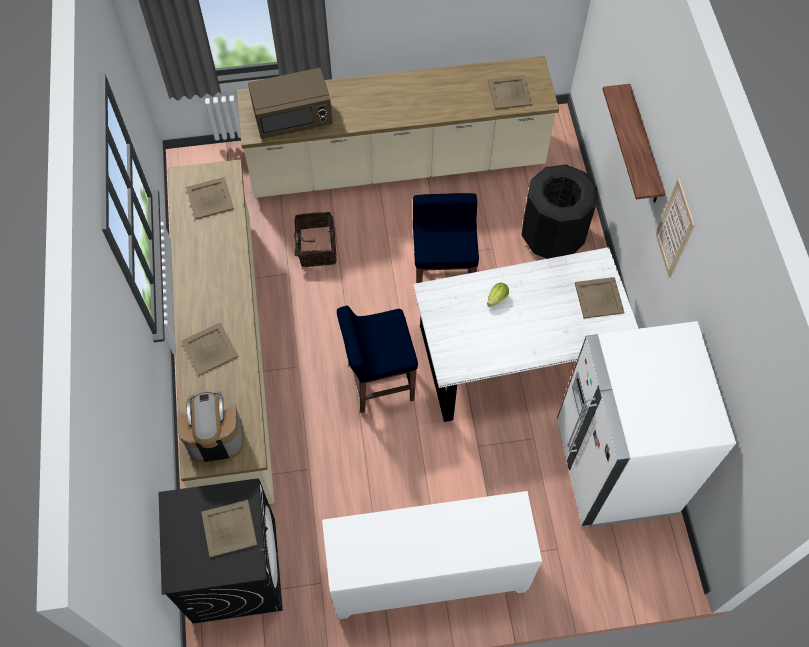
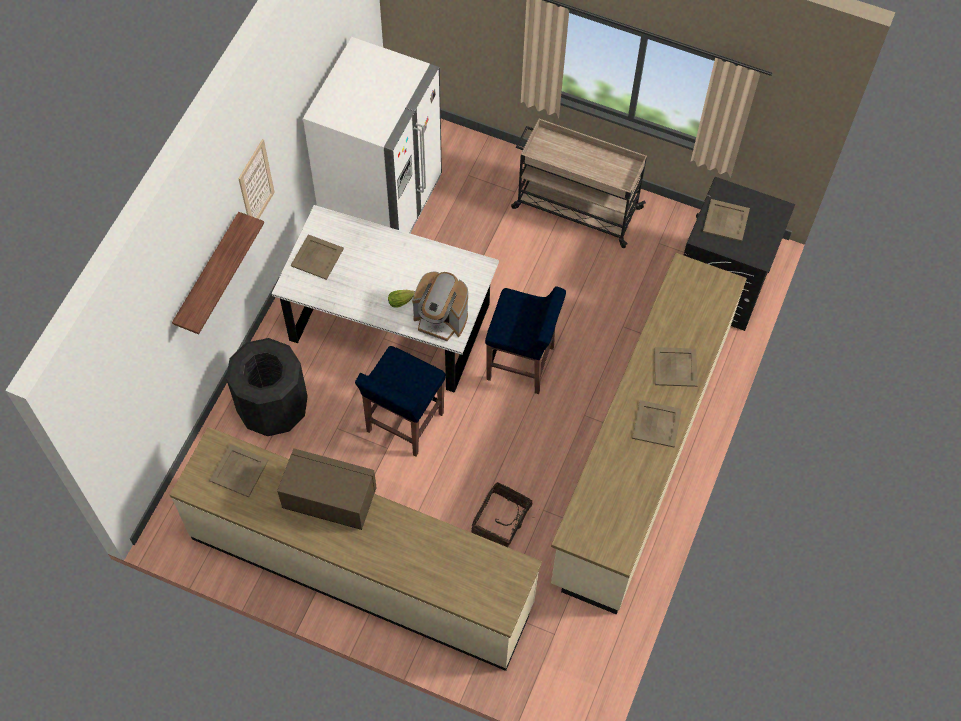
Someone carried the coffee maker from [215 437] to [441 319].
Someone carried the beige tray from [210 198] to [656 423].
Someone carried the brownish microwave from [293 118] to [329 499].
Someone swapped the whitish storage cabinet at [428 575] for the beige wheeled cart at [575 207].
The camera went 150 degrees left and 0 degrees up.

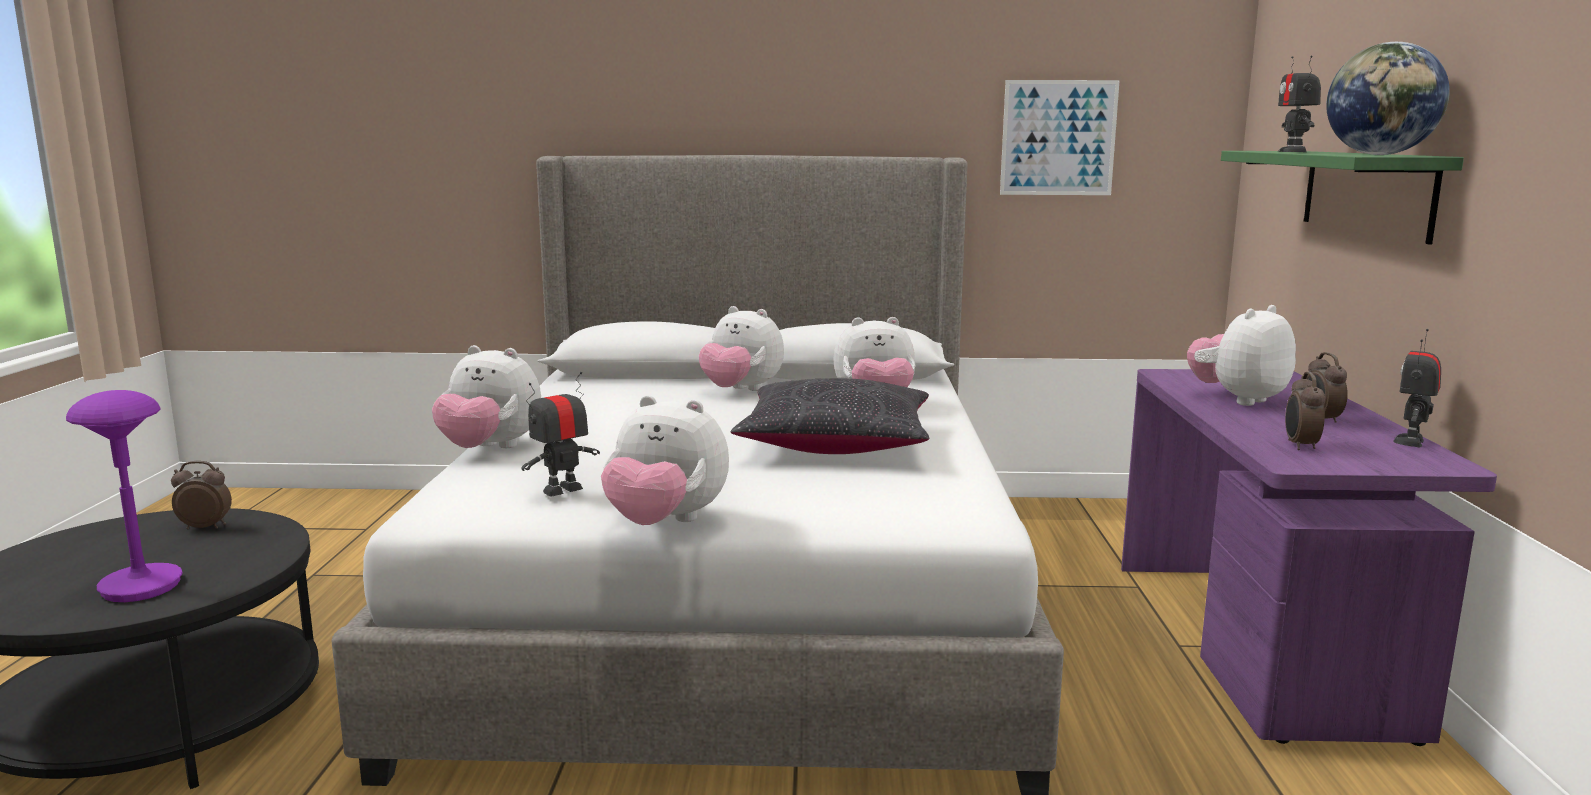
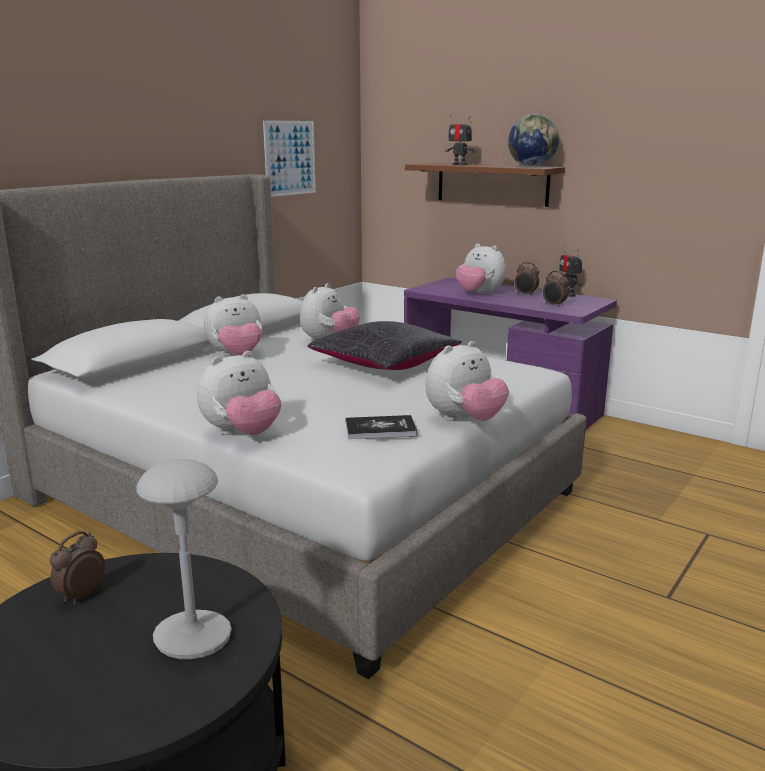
Someone repainted the purplish tabletop lamp at [140 586], which became the gray tabletop lamp at [192 638].
Someone swapped the robot figure at [562 490] for the bound book at [380 429].
Someone rotated the soft toy at [1238 399] by 45 degrees counterclockwise.
Someone repainted the green-coloured wall shelf at [1366 192], which became the brownish wall shelf at [492 184].
The camera went 55 degrees left and 5 degrees up.

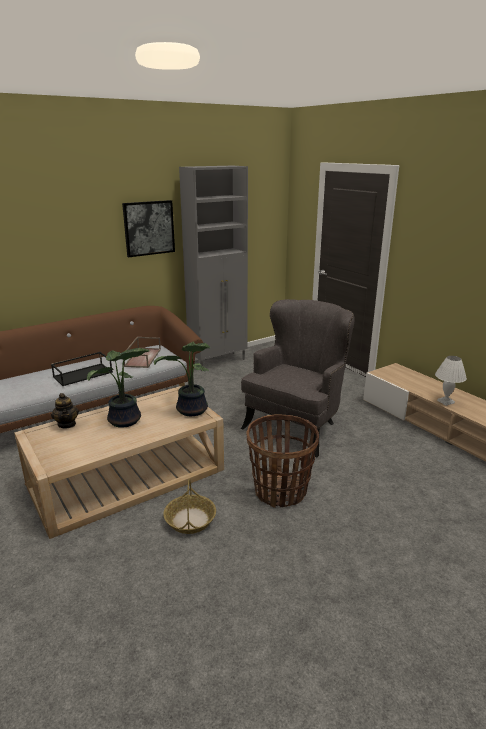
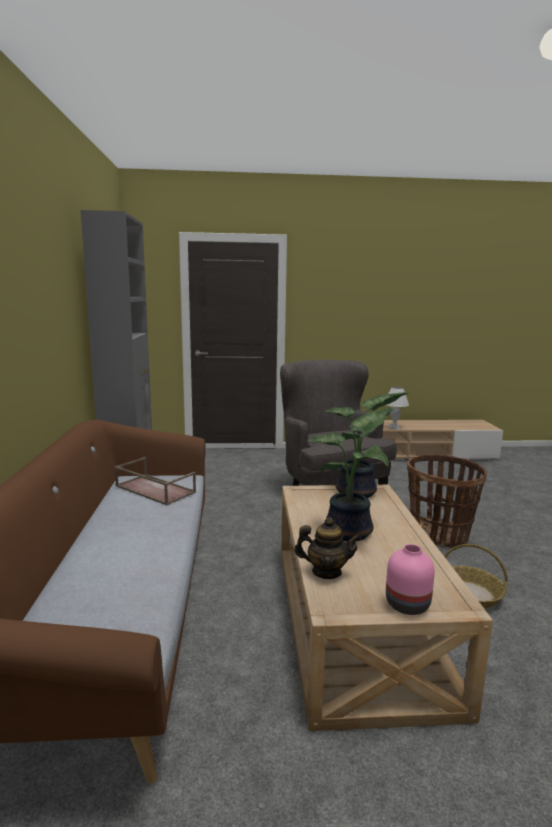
Someone took away the black tray at [83 374].
Someone took away the wall picture at [149 228].
Someone put down the pink flower vase at [406 604].
The camera went 60 degrees left and 10 degrees down.

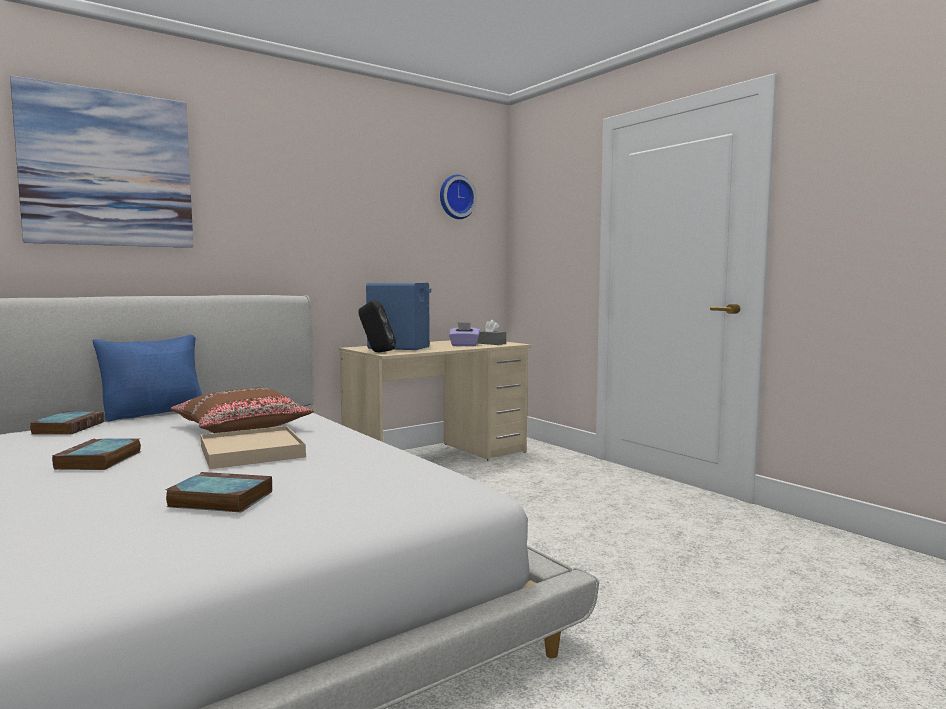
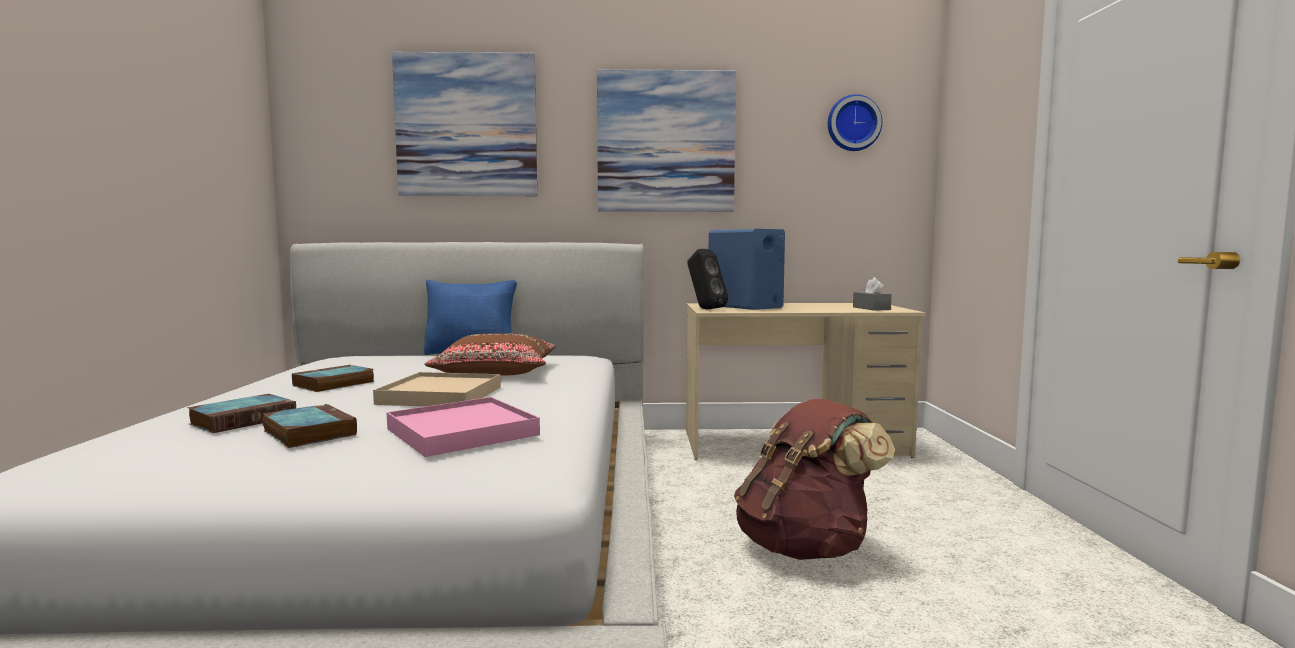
Someone carried the bound book from [69 427] to [245 419].
Someone took away the purplish box of tissues at [464 345].
Someone put down the pink tray at [461 432].
Someone put up the wall picture at [666 142].
Someone put down the brownish backpack at [805 547].
The camera went 35 degrees right and 0 degrees up.

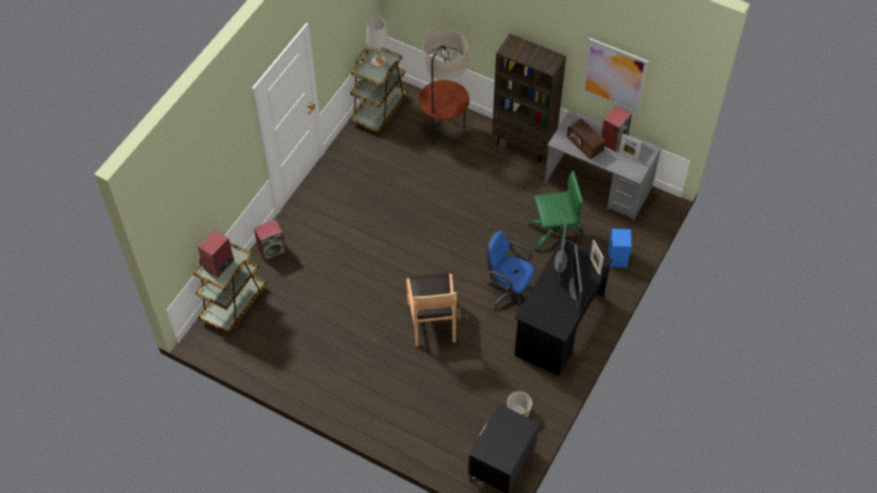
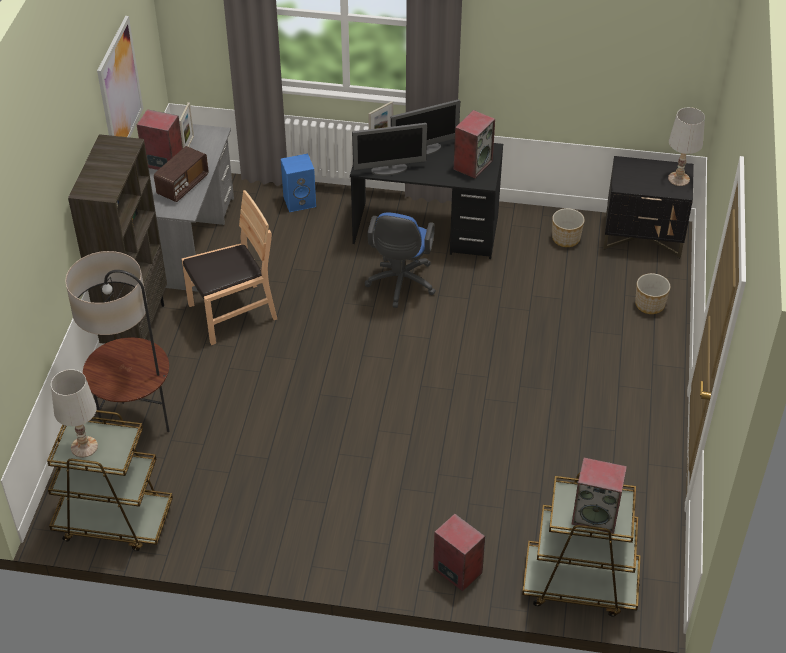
Someone carried the brownish chair from [432 321] to [232 313].
Someone took away the green-coloured computer chair at [554 234].
Someone put down the speaker at [472 164].
Someone put down the plant pot at [650 305].
Someone put down the whitish tabletop lamp at [678 179].
The camera went 110 degrees left and 10 degrees down.

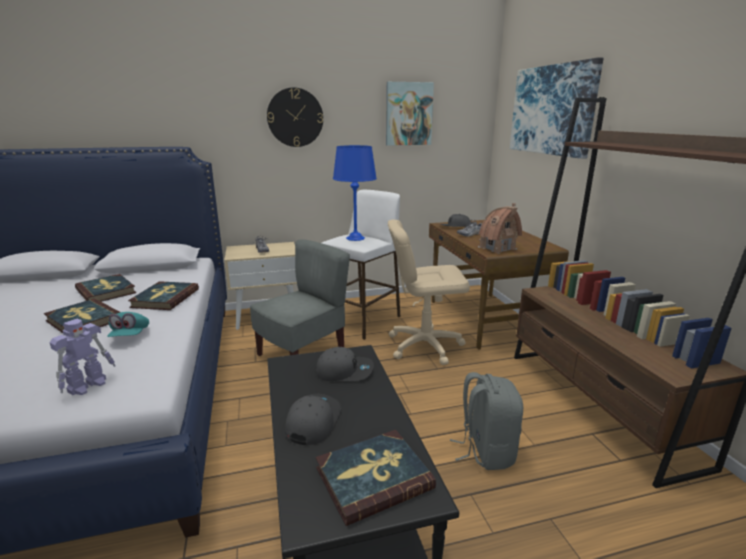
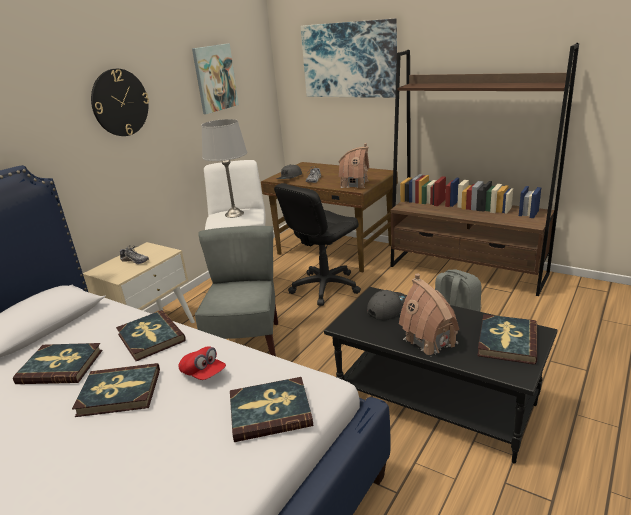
Someone swapped the robot figure at [89 385] for the bound book at [270 411].
Someone repainted the turquoise-coloured cap at [130 336], which became the red cap at [203 373].
Someone swapped the gray cap at [312 421] for the model house at [430 340].
Someone repainted the bluish tabletop lamp at [355 238], which became the gray tabletop lamp at [234 214].
Someone repainted the beige computer chair at [424 345], which became the black computer chair at [325 287].
The camera went 40 degrees left and 5 degrees up.

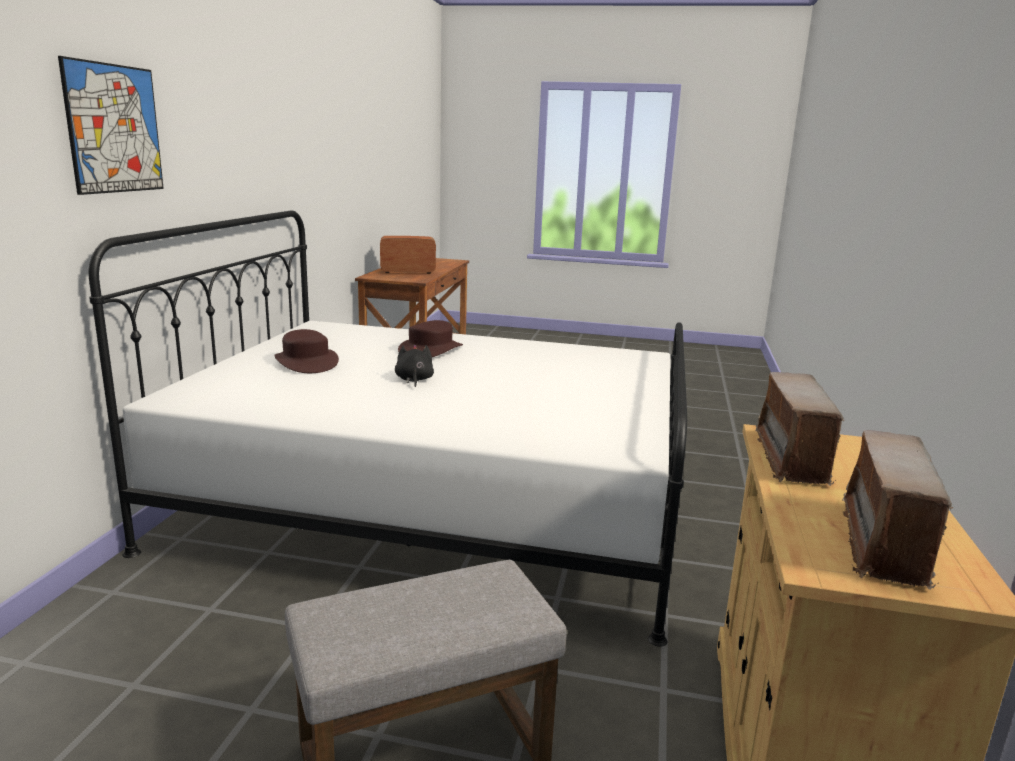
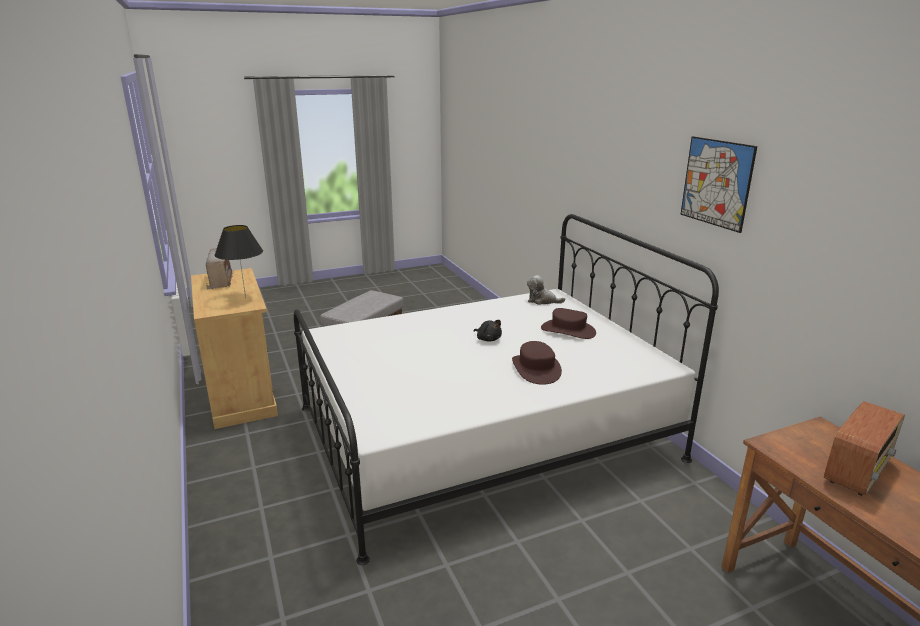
Someone carried the wall picture from [114 129] to [716 183].
Someone swapped the radio receiver at [791 458] for the black tabletop lamp at [245 297].
Someone put down the soft toy at [542 301].
The camera went 145 degrees right and 5 degrees up.

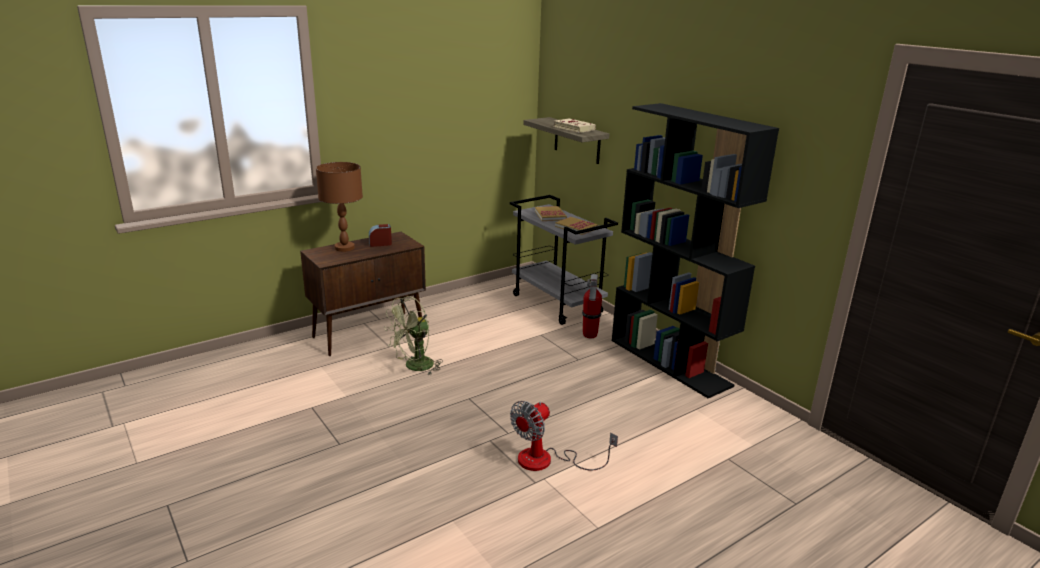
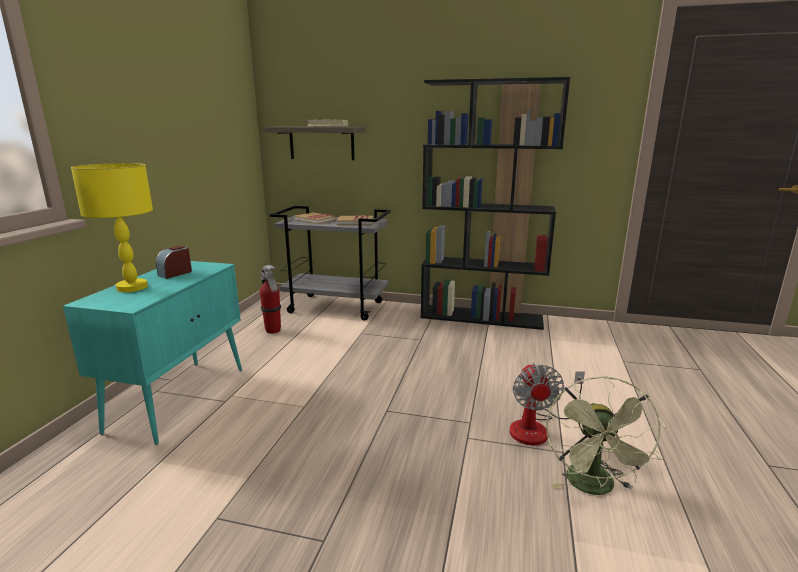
Someone repainted the brownish storage cabinet at [370 333], which became the turquoise-coloured storage cabinet at [180 398].
Someone repainted the brownish tabletop lamp at [345 248], which became the yellowish tabletop lamp at [132 287].
Someone carried the green-coloured fan from [414 367] to [594 488].
Someone carried the extinguisher from [589 335] to [273 331].
The camera went 40 degrees left and 5 degrees down.

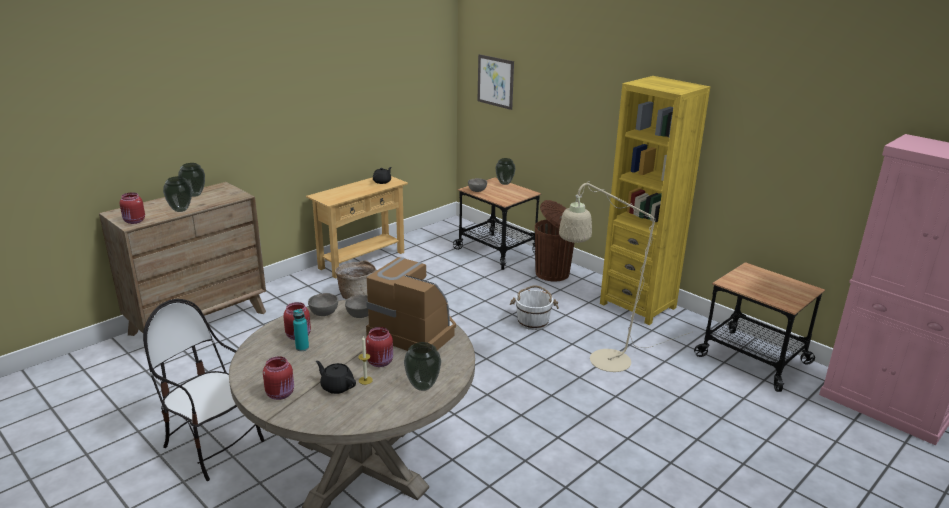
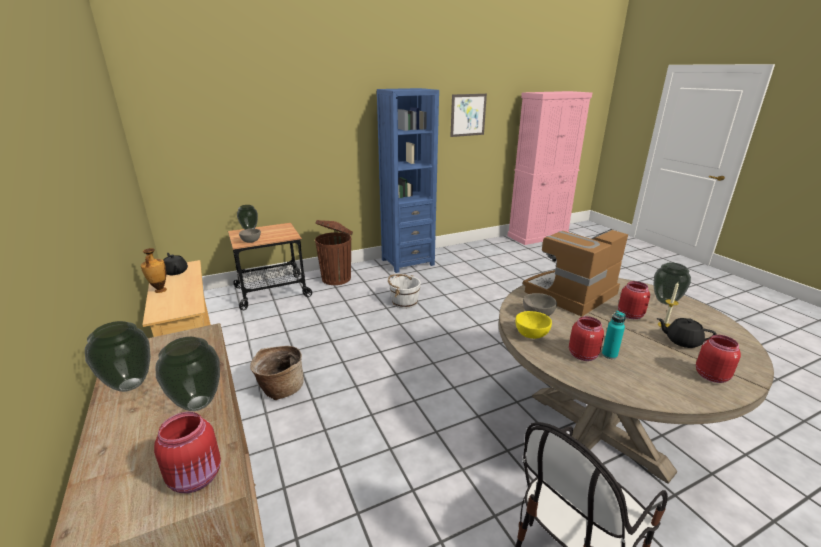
Someone repainted the gray bowl at [324 313], which became the yellowish bowl at [531 334].
Someone rotated the black teapot at [337 386] by 60 degrees clockwise.
Someone carried the wall picture from [495 81] to [468 115].
Someone took away the beige floor lamp at [601 363].
Someone repainted the yellowish bookcase at [638 305], which became the bluish bookcase at [407 262].
Someone took away the wheeled cart at [753 359].
Someone put down the flower vase at [160 290].
The camera went 70 degrees left and 0 degrees up.

